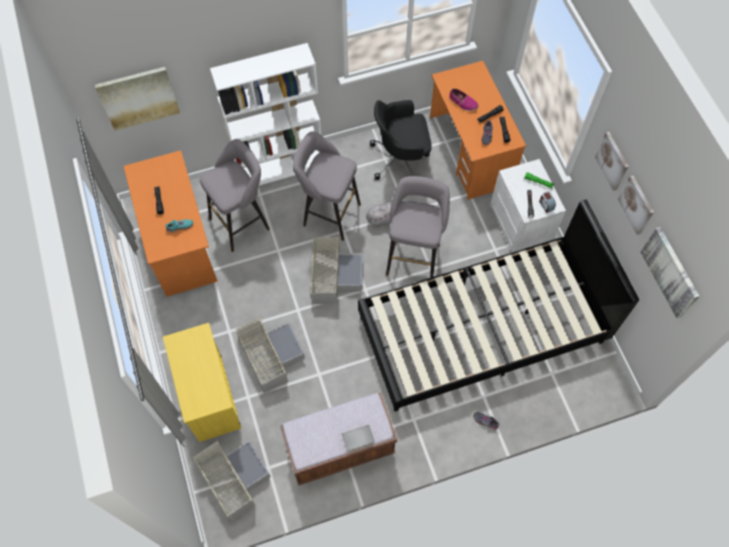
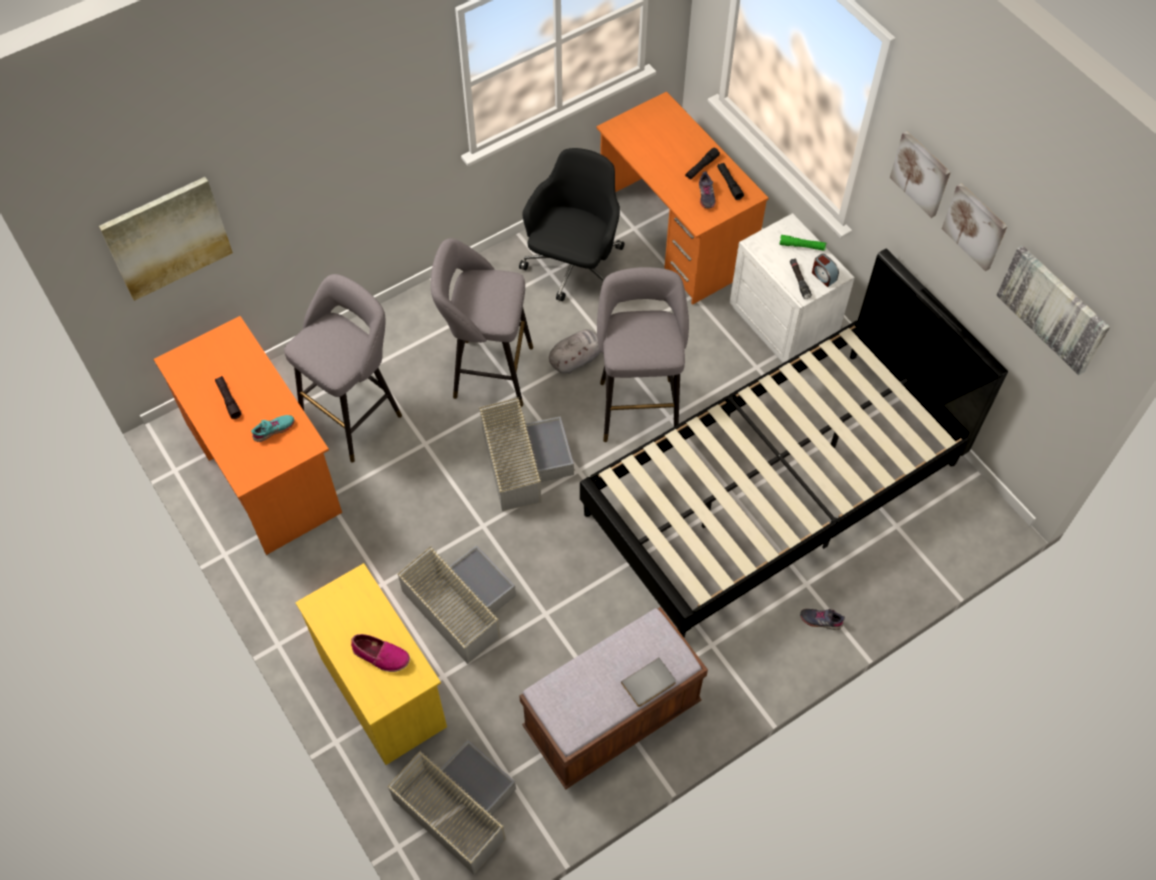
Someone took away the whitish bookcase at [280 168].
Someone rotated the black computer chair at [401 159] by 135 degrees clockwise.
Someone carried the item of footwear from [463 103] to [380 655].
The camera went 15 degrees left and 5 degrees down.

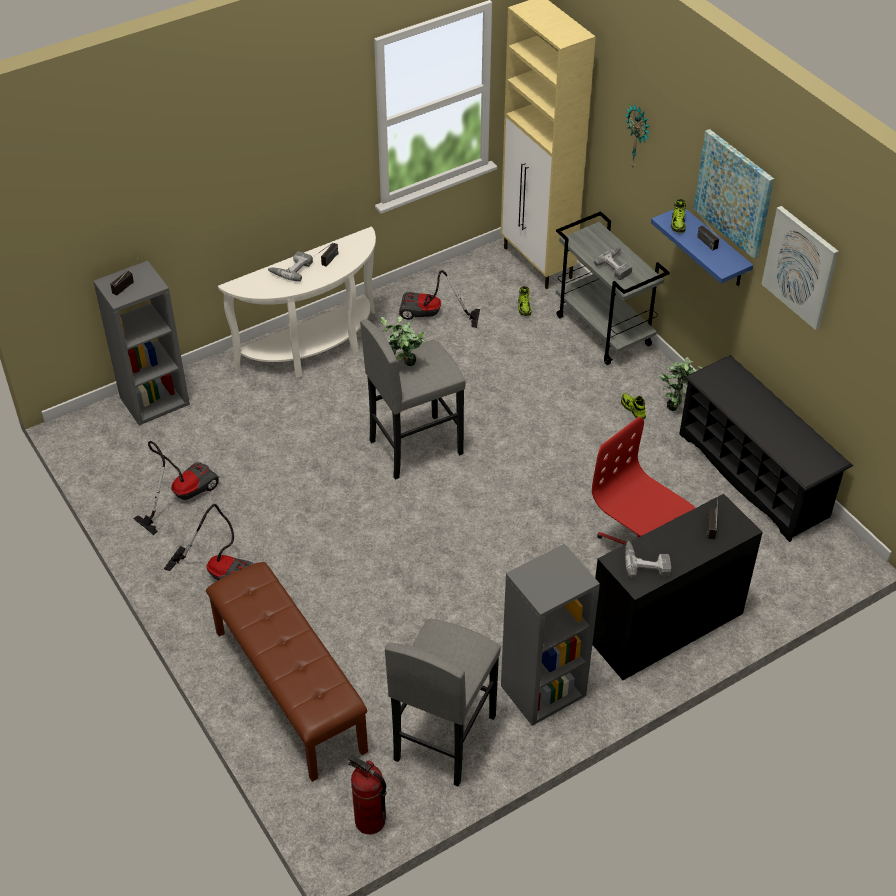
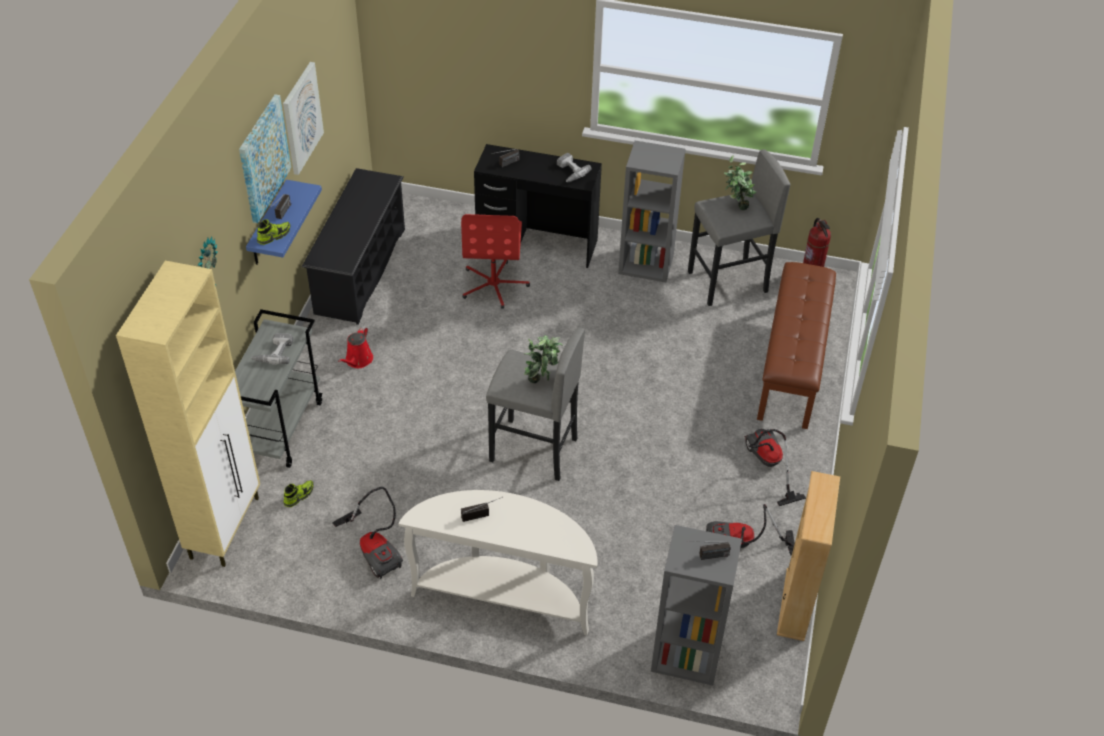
Someone took away the electric drill at [291 269].
Someone swapped the item of footwear at [633 409] for the red watering pot at [358 360].
Someone carried the plant in a pot from [676 405] to [736 207].
Someone put down the beige bookcase at [795 604].
The camera went 135 degrees left and 0 degrees up.

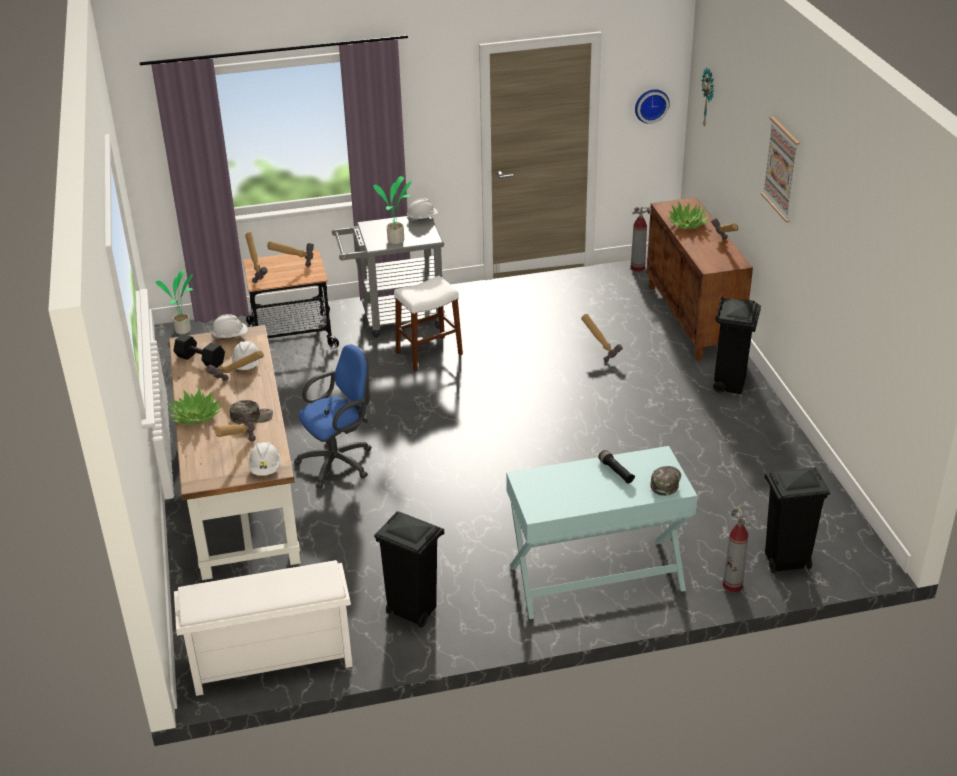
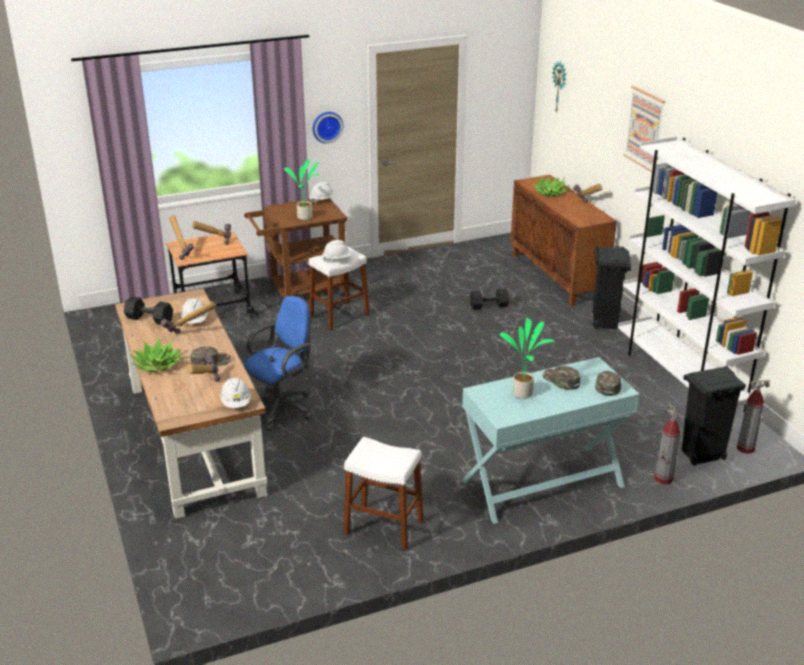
Someone carried the plant in a pot from [184 330] to [523 393].
Someone took away the whitish shoe rack at [270 663].
Someone carried the whitish safety helmet from [230 336] to [337 259].
Someone repainted the gray wheeled cart at [394 318], which became the brownish wheeled cart at [301 291].
Someone swapped the black rubbish bin at [412 611] for the whitish stool at [383 527].
Someone swapped the hand hammer at [601 353] for the black free weight at [488 306].
Someone swapped the black hand torch at [616 471] for the green-coloured cap at [561 380].
Someone carried the extinguisher from [637 268] to [745 448].
Someone carried the clock on the wall from [651 105] to [327 126].
Someone put down the whitish bookcase at [680 378].
The camera went 10 degrees left and 5 degrees down.

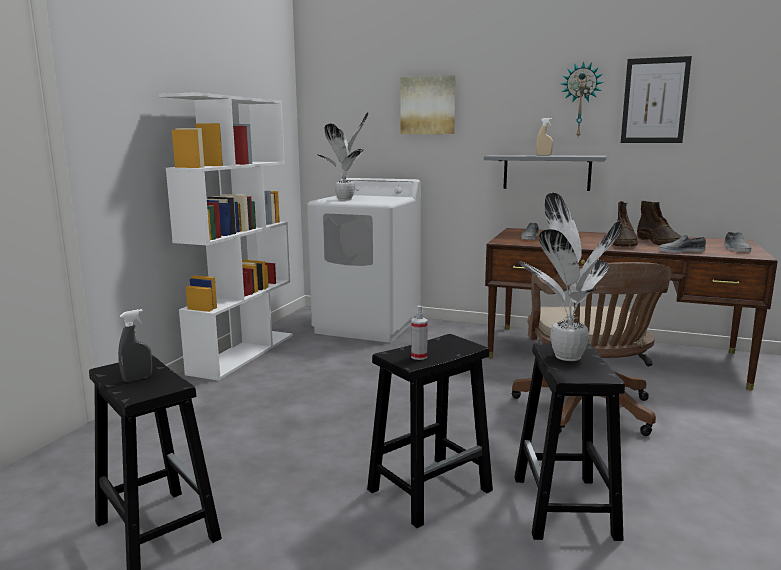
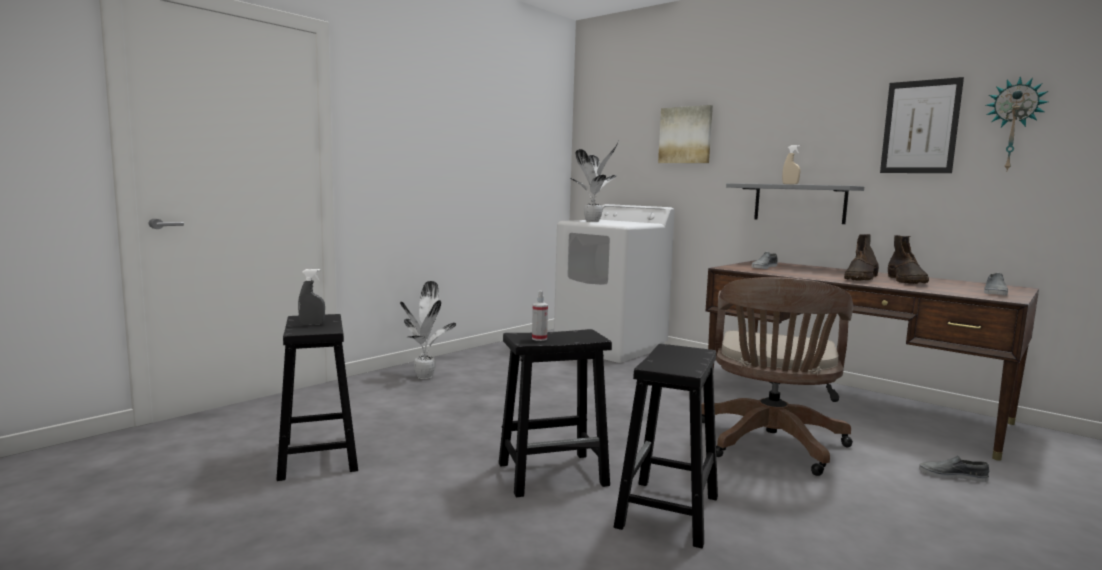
Someone took away the whitish bookcase at [243 353].
Someone carried the plant in a pot from [566 355] to [425 376].
Someone carried the clock on the wall from [580 100] to [1013 125].
Someone carried the gray item of footwear from [681 251] to [952 475].
The camera went 20 degrees right and 5 degrees down.

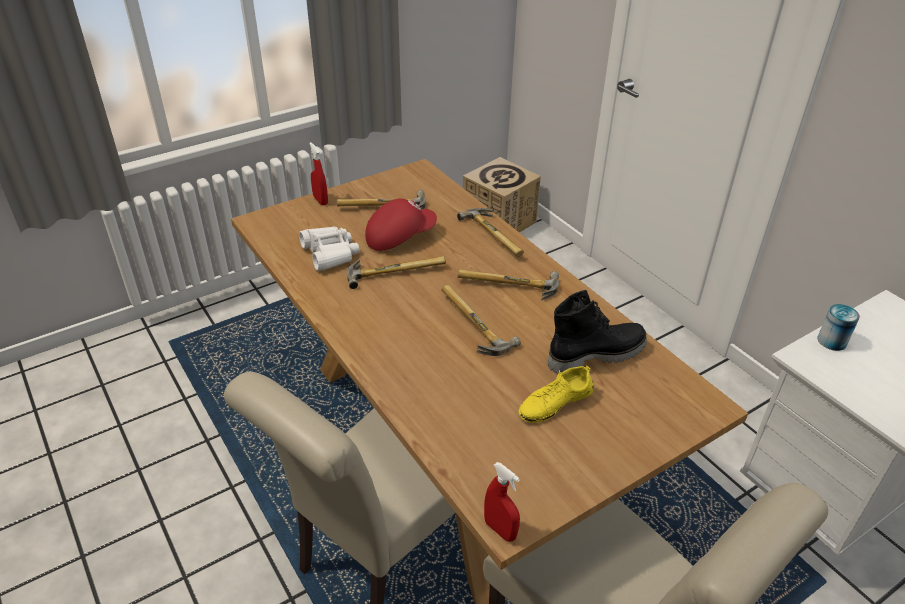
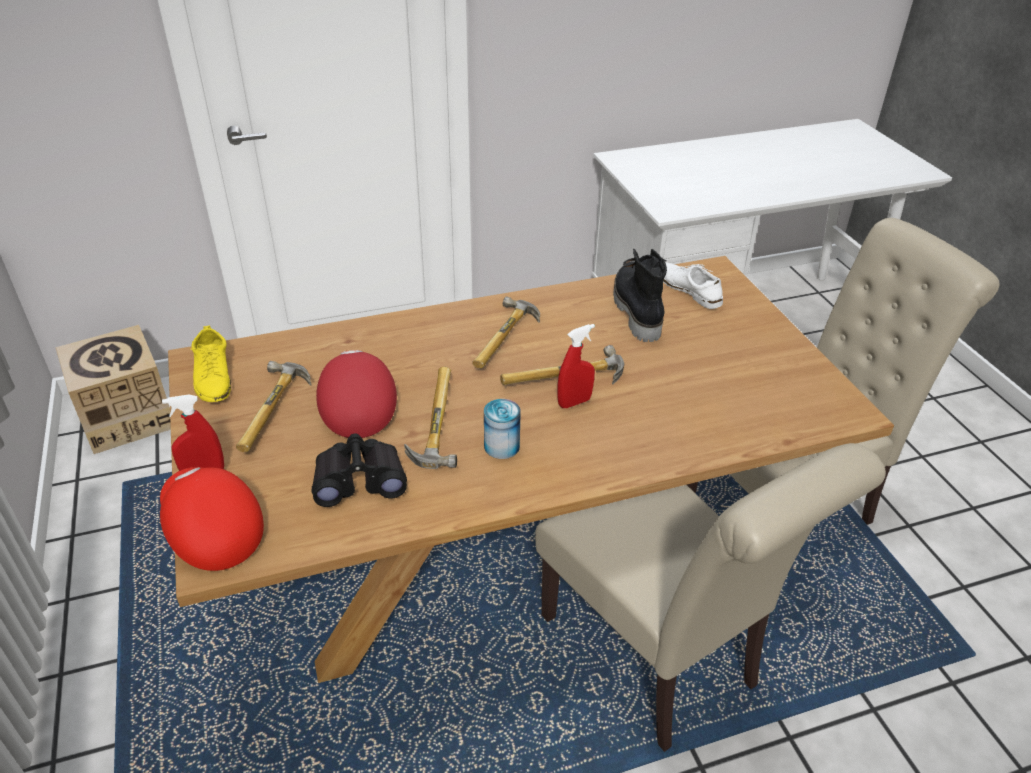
Someone repainted the whitish binoculars at [330 254], which became the black binoculars at [359 480].
Someone took away the hand hammer at [497 235].
Someone carried the red hand sprayer from [500 530] to [574 402].
Someone carried the yellowish item of footwear from [555 402] to [213 376].
Someone carried the sealed can from [832 341] to [501 446].
Someone put down the red cap at [211 530].
Someone put down the whitish item of footwear at [688 290].
The camera went 75 degrees left and 0 degrees up.

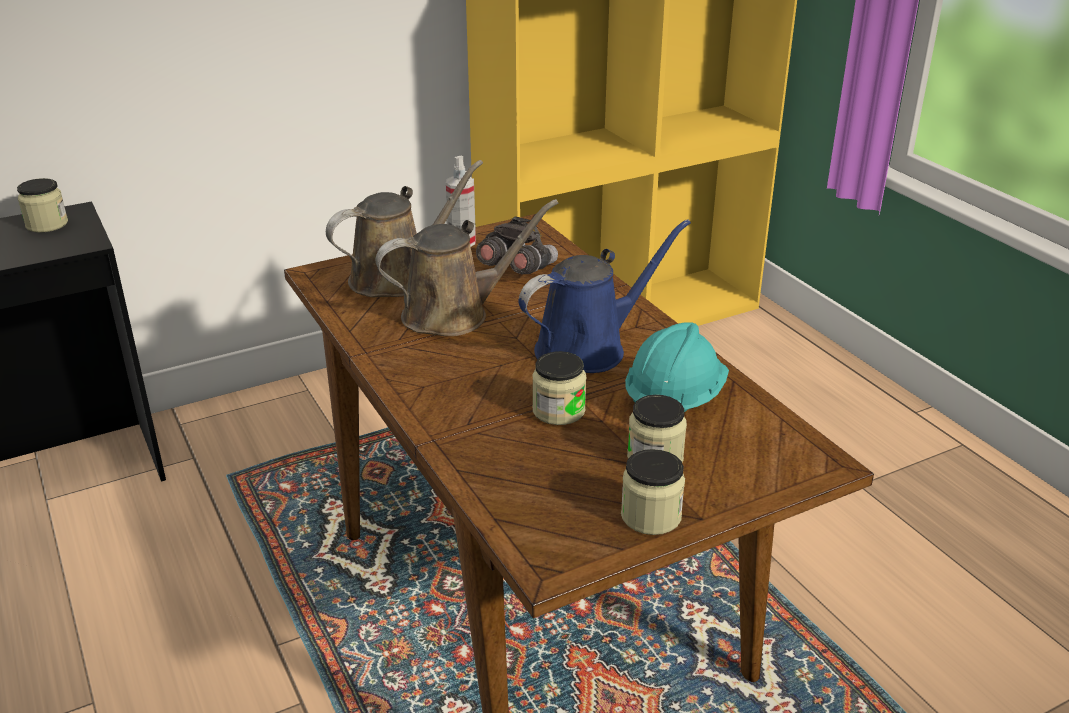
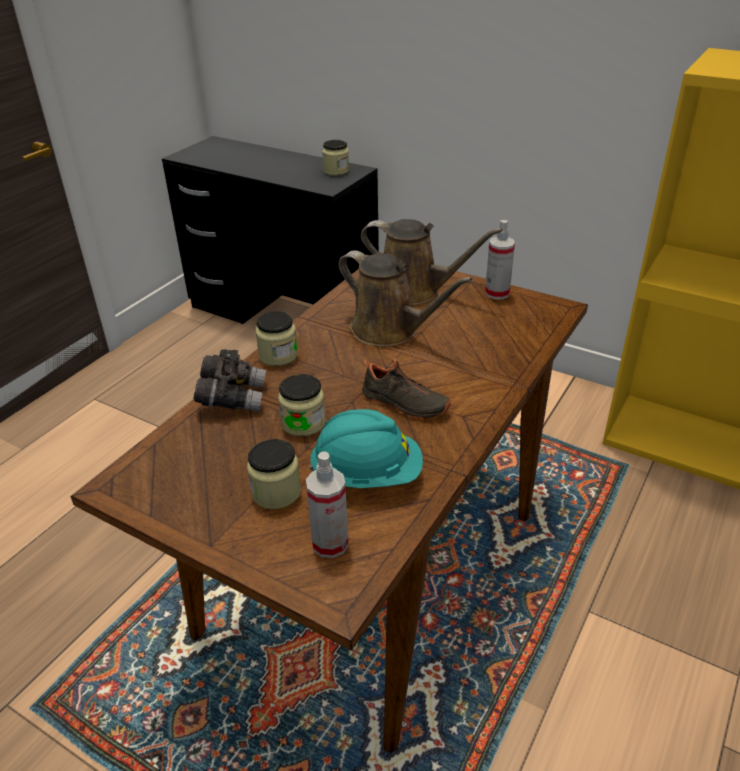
Someone carried the gray binoculars from [517 269] to [232 397].
Someone swapped the bluish watering pot at [588 348] for the black item of footwear at [404 405].
Someone carried the preserve jar from [651 516] to [278 355].
Someone put down the hand sprayer at [330 543].
The camera went 60 degrees right and 5 degrees up.

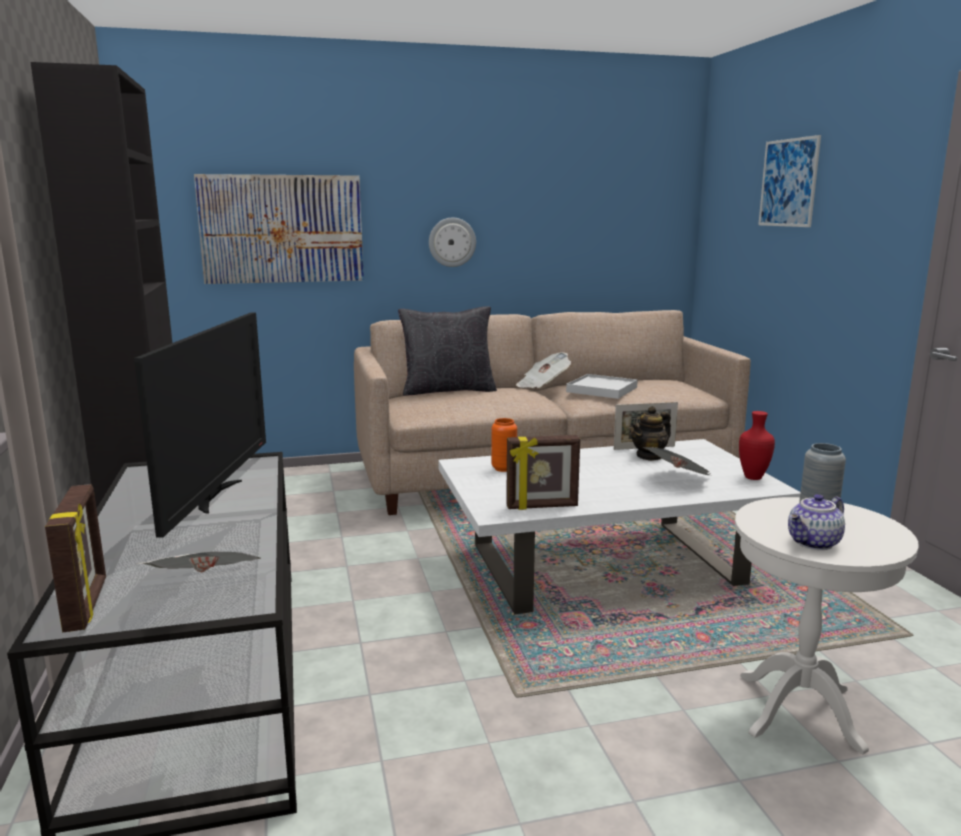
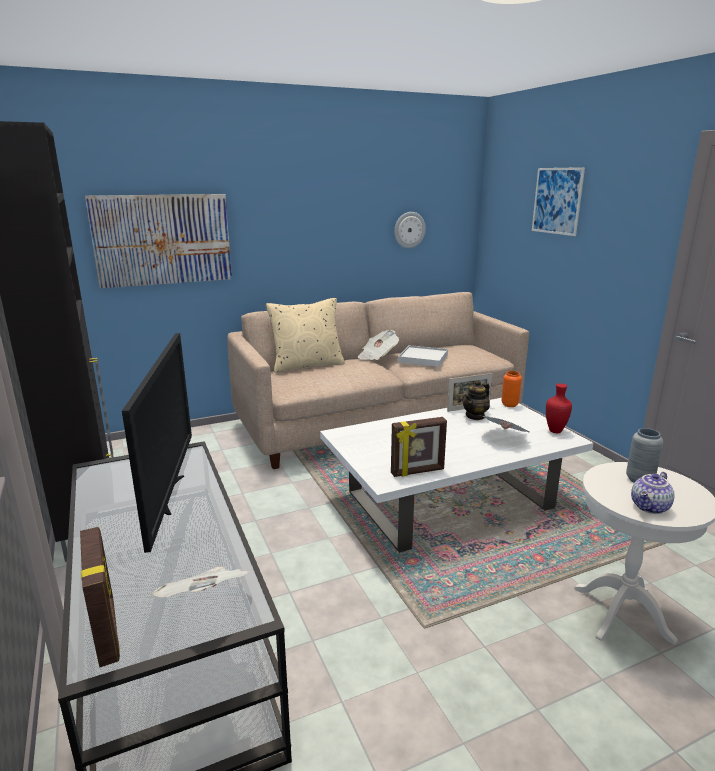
Someone repainted the black throw pillow at [448 390], which became the beige throw pillow at [307 365].
Someone carried the clock on the wall from [452 242] to [409 230].
Someone carried the orange-coloured flower vase from [504 468] to [509 404].
The camera went 10 degrees left and 5 degrees up.

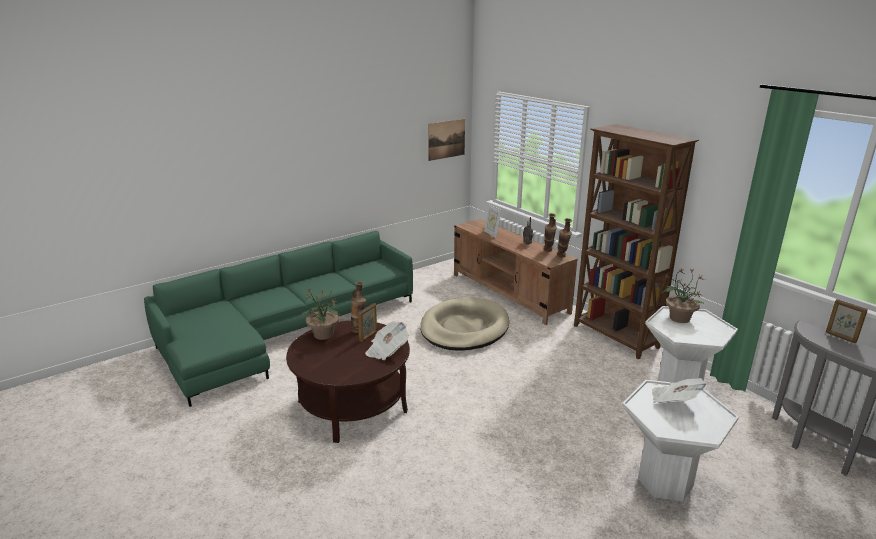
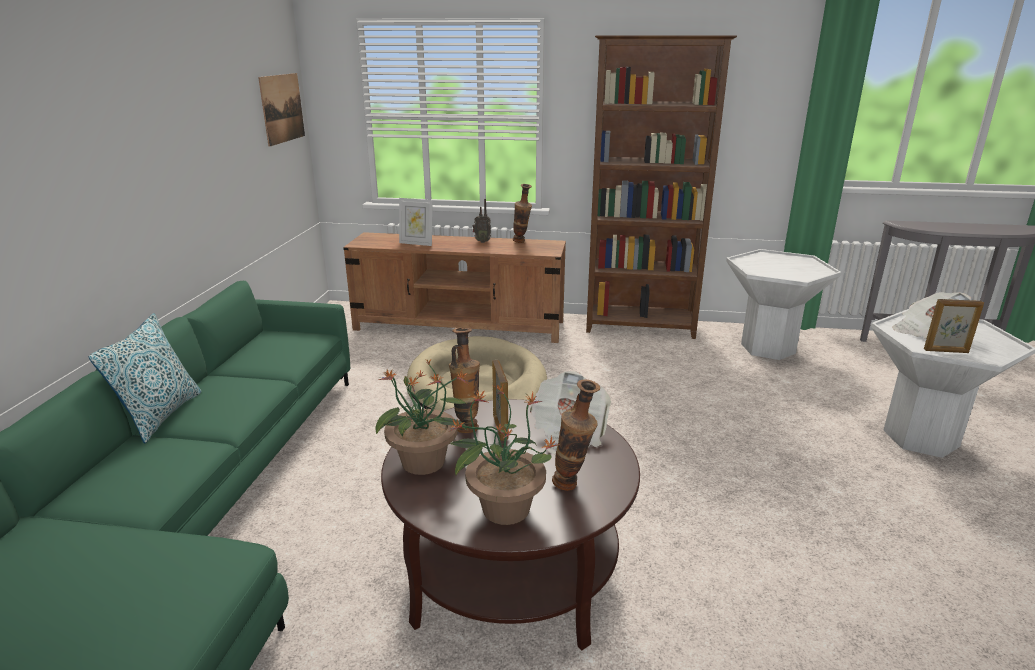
Someone carried the flower vase from [562 257] to [573 486].
Someone carried the plant in a pot from [679 318] to [504 508].
Someone carried the photo frame from [840 337] to [946 351].
Someone put down the throw pillow at [161 415].
The camera went 45 degrees left and 0 degrees up.

